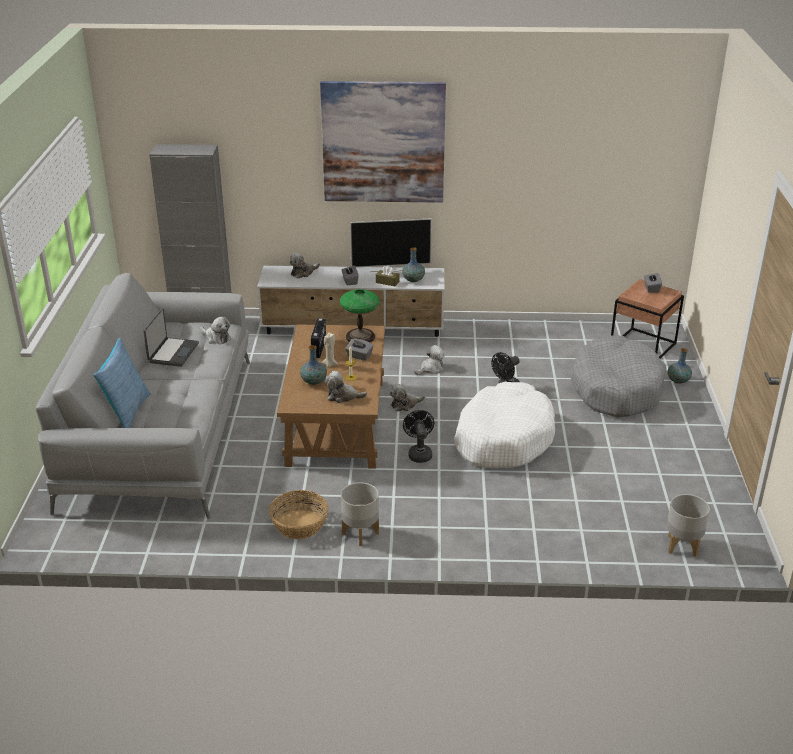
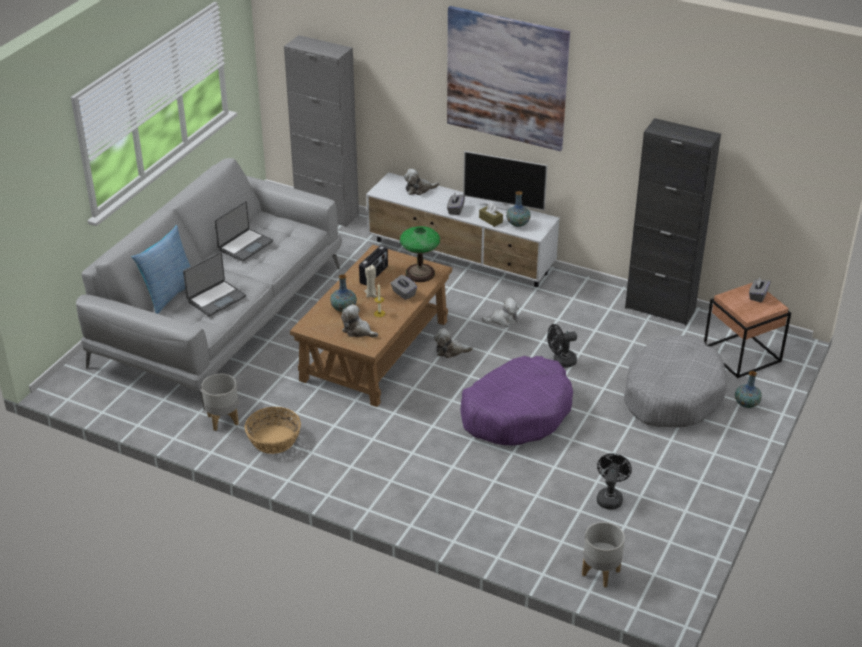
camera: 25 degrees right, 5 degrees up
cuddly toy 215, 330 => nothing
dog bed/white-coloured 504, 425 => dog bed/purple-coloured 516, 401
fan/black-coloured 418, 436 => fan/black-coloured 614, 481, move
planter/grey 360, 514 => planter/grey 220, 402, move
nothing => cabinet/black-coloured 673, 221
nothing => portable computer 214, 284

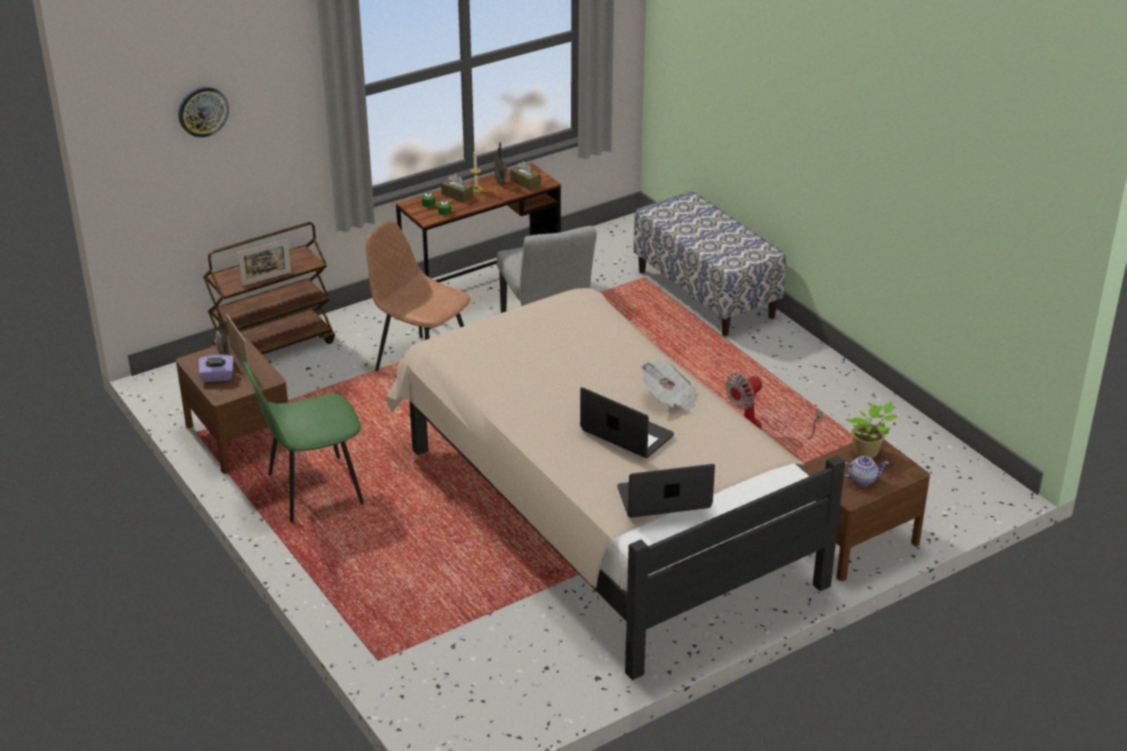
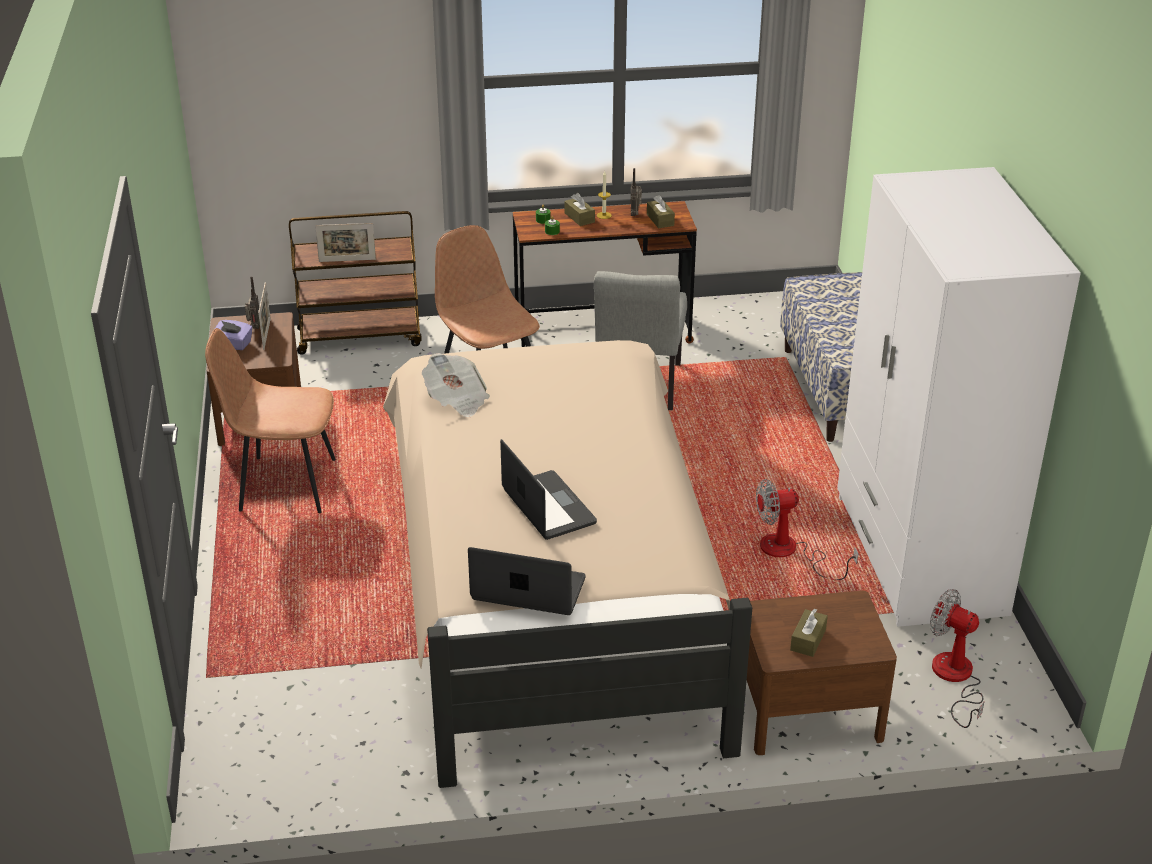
camera: 25 degrees right, 0 degrees up
wall clock 203, 112 => nothing
newspaper 668, 385 => newspaper 456, 385, move
plain chair/greenish 303, 442 => plain chair/brownish 270, 420
houseplant 871, 430 => nothing
pot for tea 866, 471 => box of tissues/brownish 809, 633
nothing => wardrobe/white-coloured 959, 397
nothing => fan 957, 658

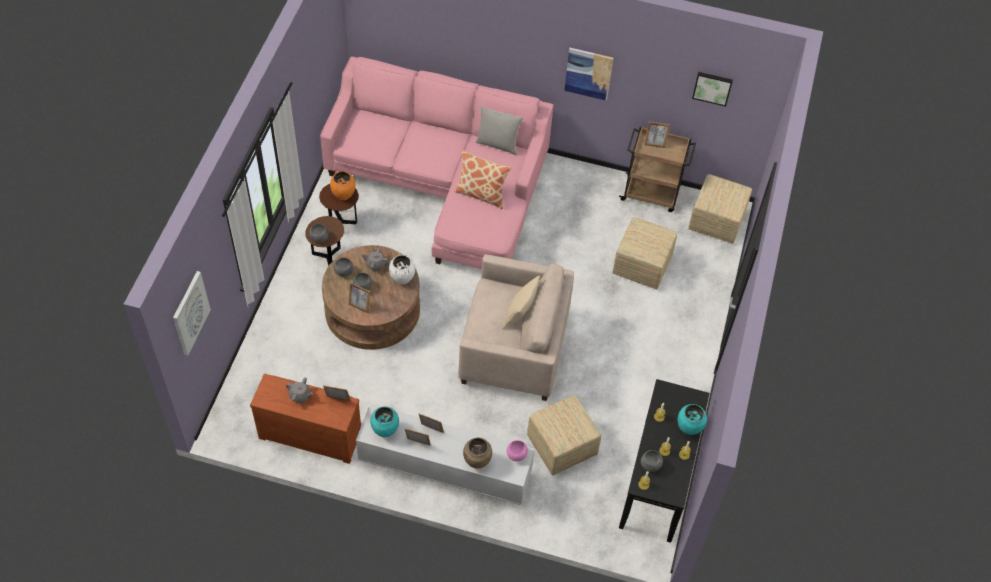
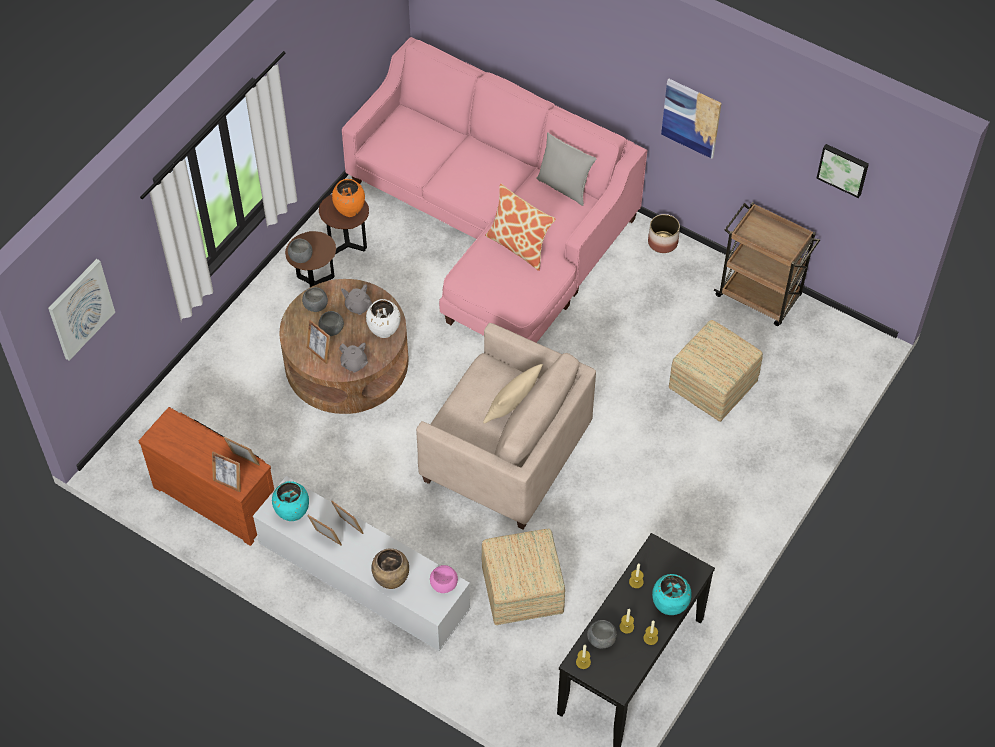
camera: 20 degrees right, 0 degrees up
photo frame 657, 135 => photo frame 226, 471, move
footrest 720, 209 => nothing
pot for tea/grey 299, 390 => pot for tea/grey 353, 357, move
nothing => planter 664, 233

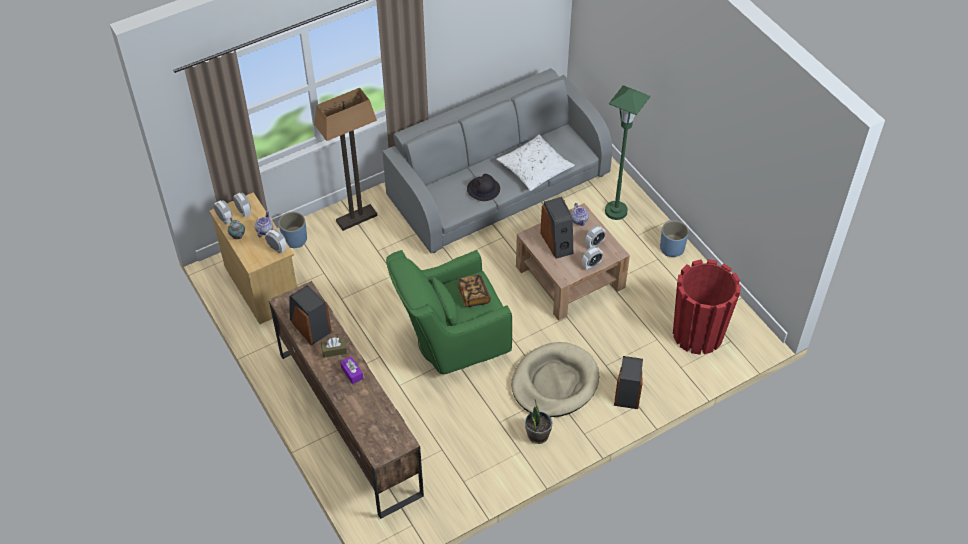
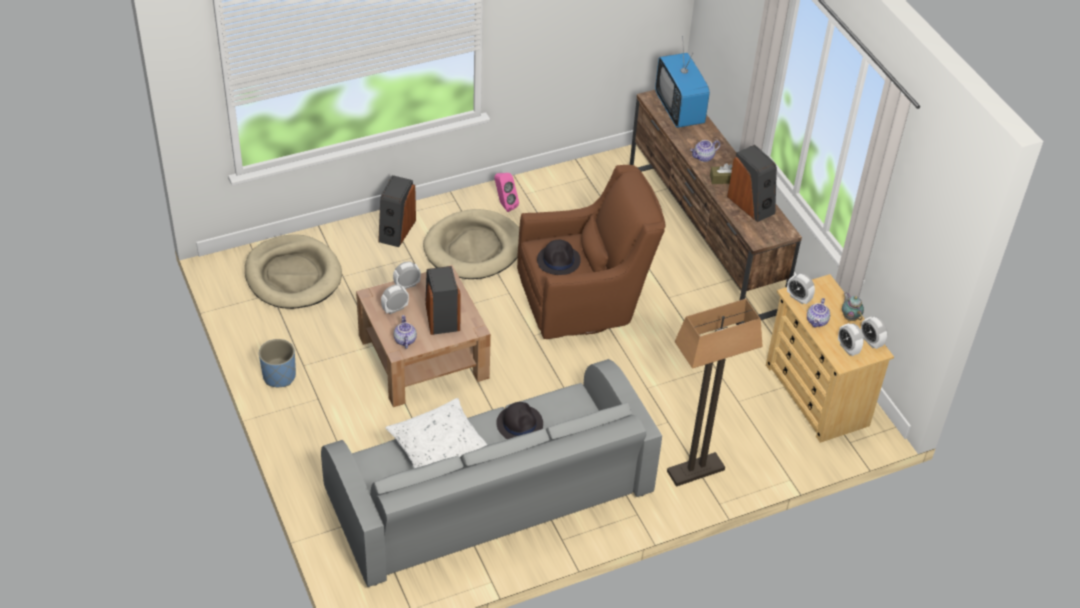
camera: 175 degrees left, 5 degrees down
floor lamp/greenish 628, 152 => nothing
planter/blue-coloured 292, 230 => nothing
armchair/greenish 449, 312 => armchair/brownish 591, 252
planter/reddish 707, 307 => dog bed/beige 293, 271
volume 474, 291 => clothing hat/black-coloured 559, 257
box of tissues/purple-coloured 351, 370 => pot for tea 705, 151
houseplant 538, 422 => loudspeaker/pink 506, 192
nothing => television 682, 82

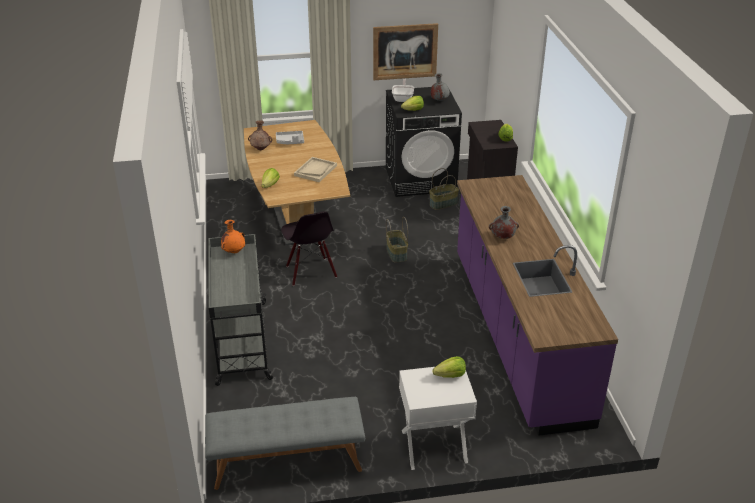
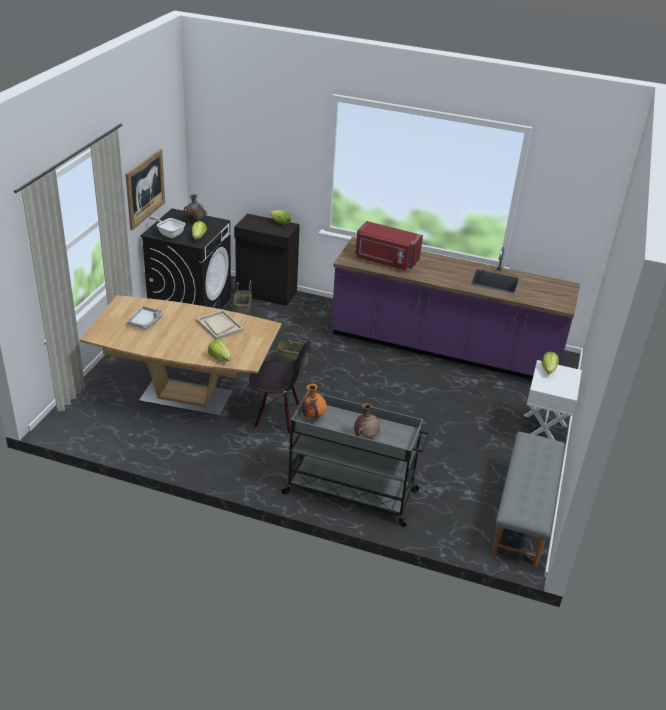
camera: 65 degrees left, 0 degrees up
vase/brownish 260, 135 => vase/brownish 367, 421, move
vase/grey 504, 222 => nothing
nothing => kitchen microwave/reddish 389, 245

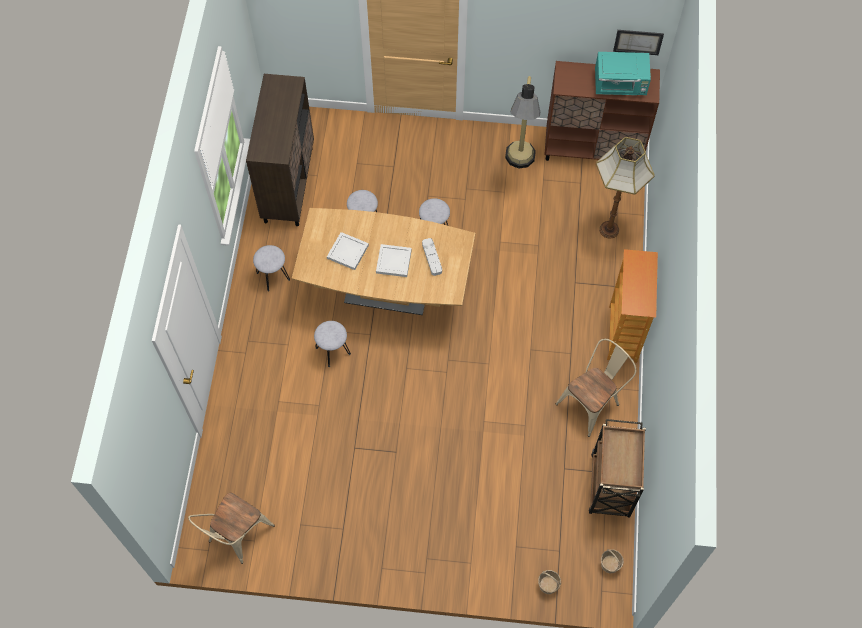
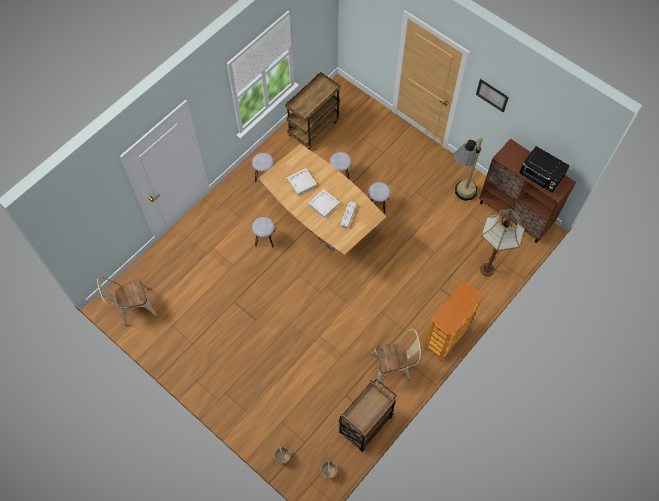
camera: 35 degrees right, 0 degrees up
wall art 638, 42 => wall art 492, 96, move
kitchen microwave/blue-green 623, 73 => kitchen microwave/black-coloured 544, 169
cabinet/brownish 280, 150 => wheeled cart/brownish 313, 110

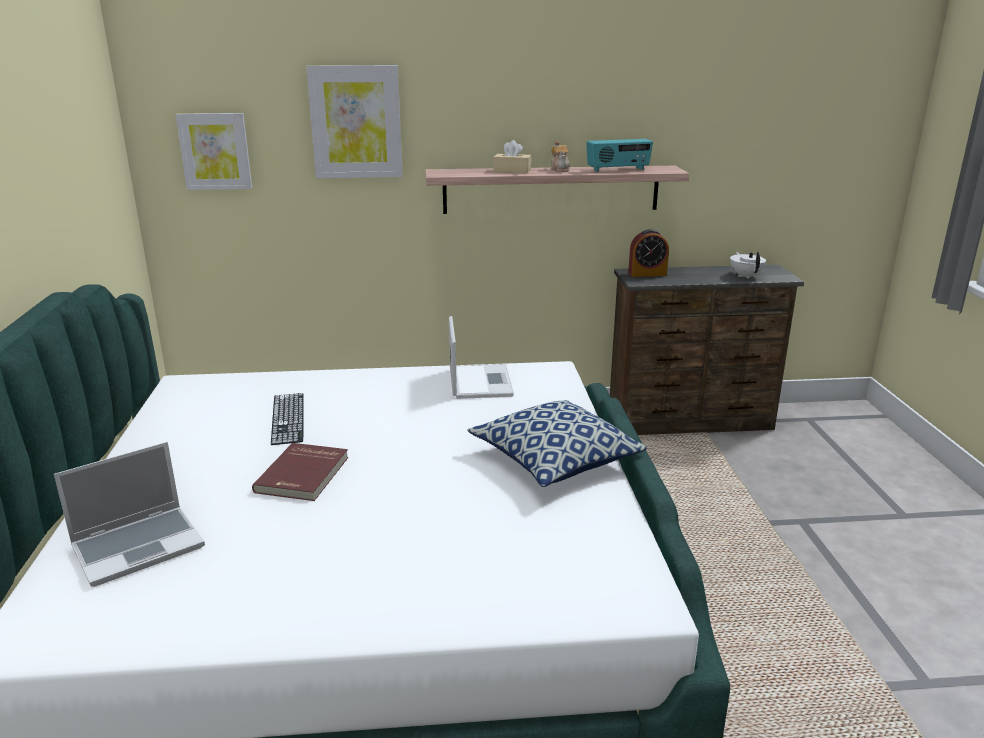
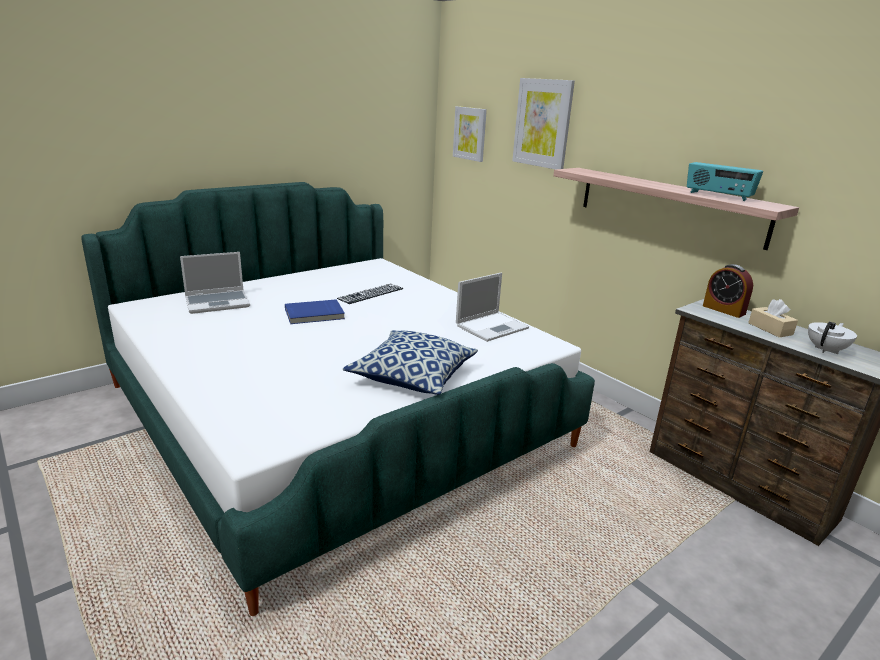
camera: 55 degrees right, 0 degrees up
box of tissues/beige 512, 156 => box of tissues/beige 773, 318, move
pot for tea 560, 156 => nothing
portable computer 129, 514 => portable computer 215, 283, 45 degrees counterclockwise
volume/reddish 300, 472 => volume/blue-coloured 315, 311

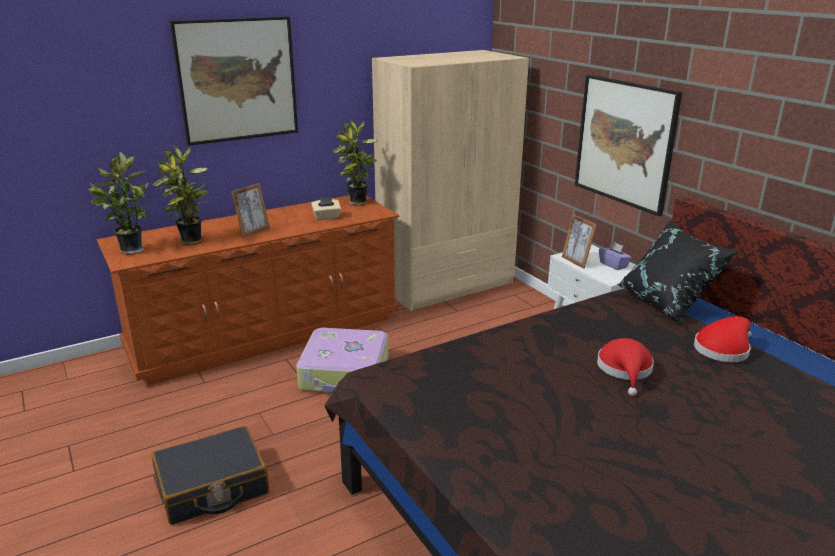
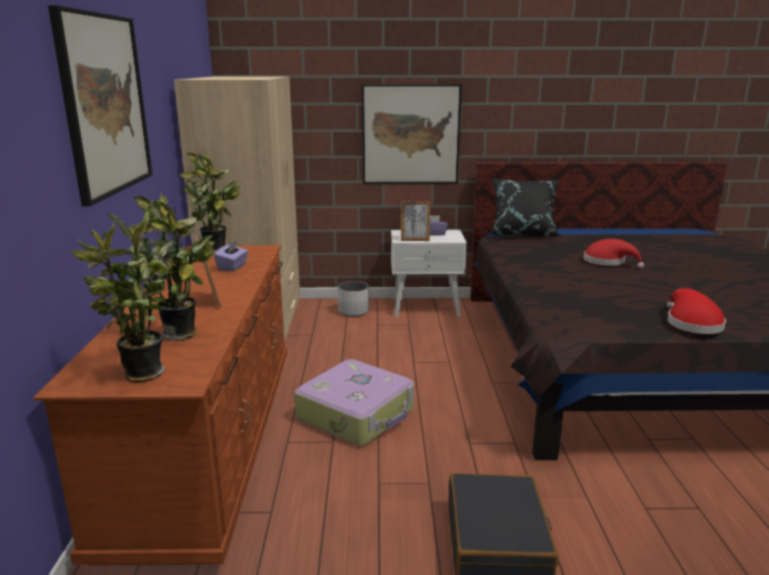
camera: 60 degrees left, 5 degrees down
box of tissues/beige 326, 209 => box of tissues/purple-coloured 231, 255
clothing hat/reddish 723, 339 => clothing hat/reddish 696, 311, move
nothing => planter/white-coloured 353, 299

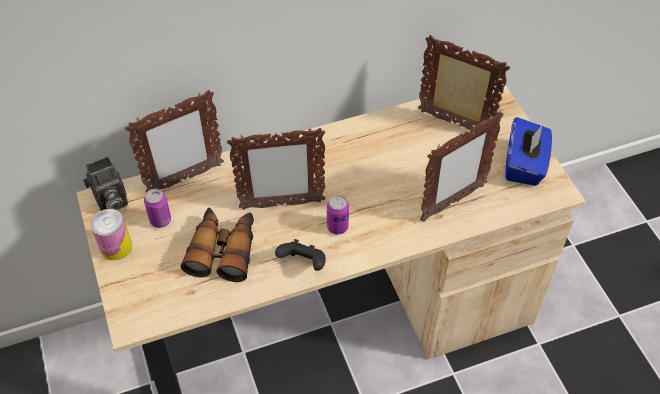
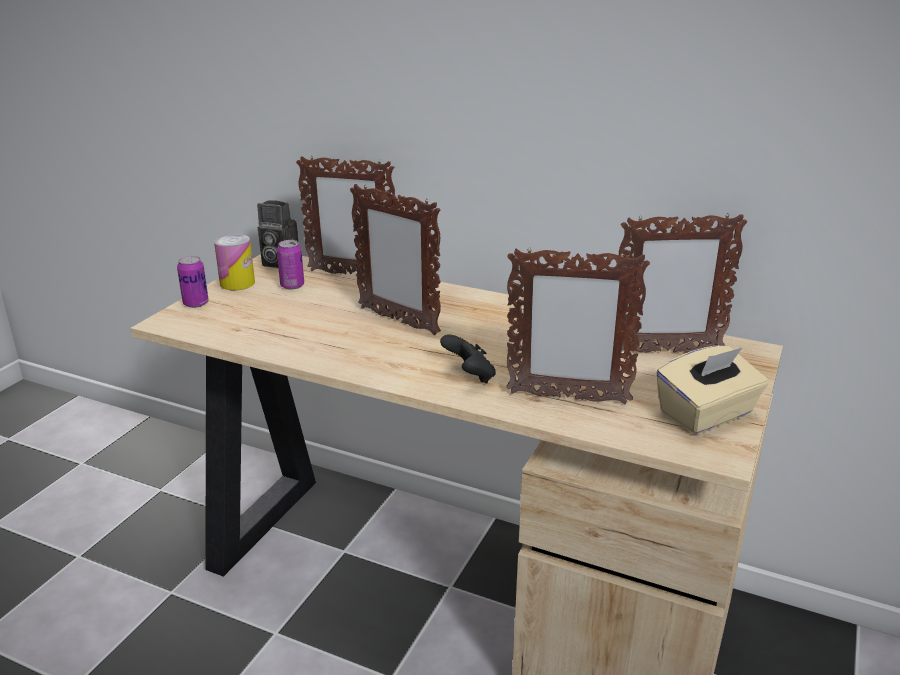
camera: 45 degrees right, 25 degrees down
photo frame 464, 82 => photo frame 683, 283, 105 degrees clockwise
box of tissues/blue-coloured 528, 151 => box of tissues/beige 712, 389
can 338, 215 => can 193, 282, move
pair of binoculars 217, 244 => nothing
game controller/black-coloured 300, 255 => game controller/black-coloured 468, 358, move

